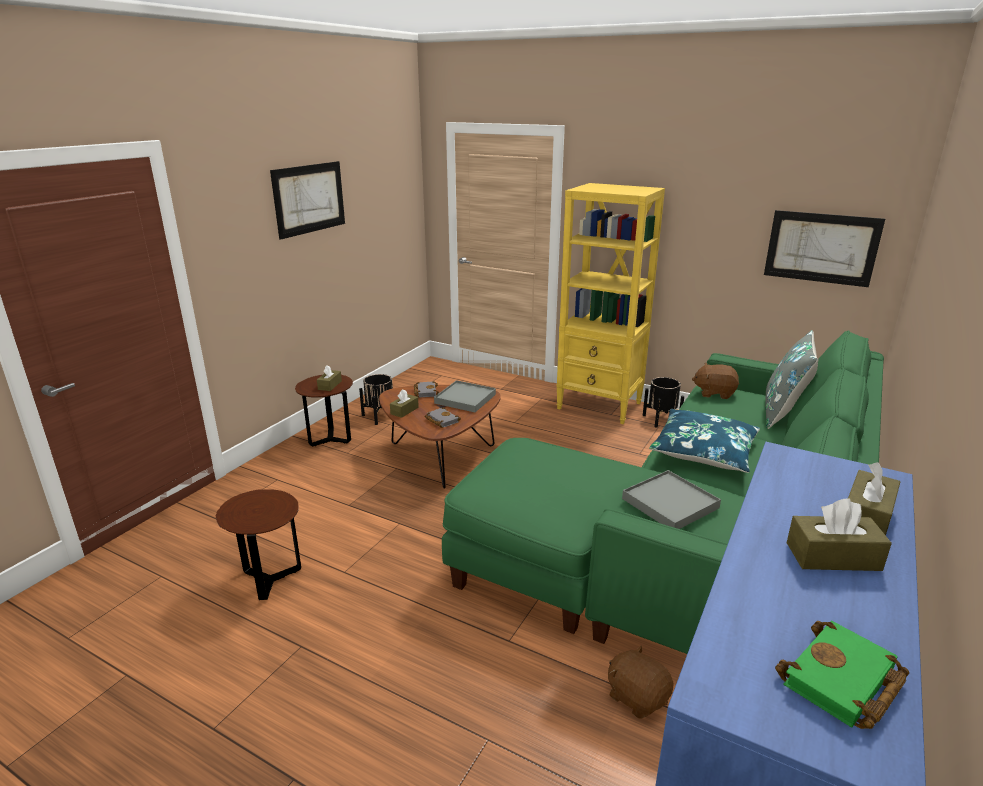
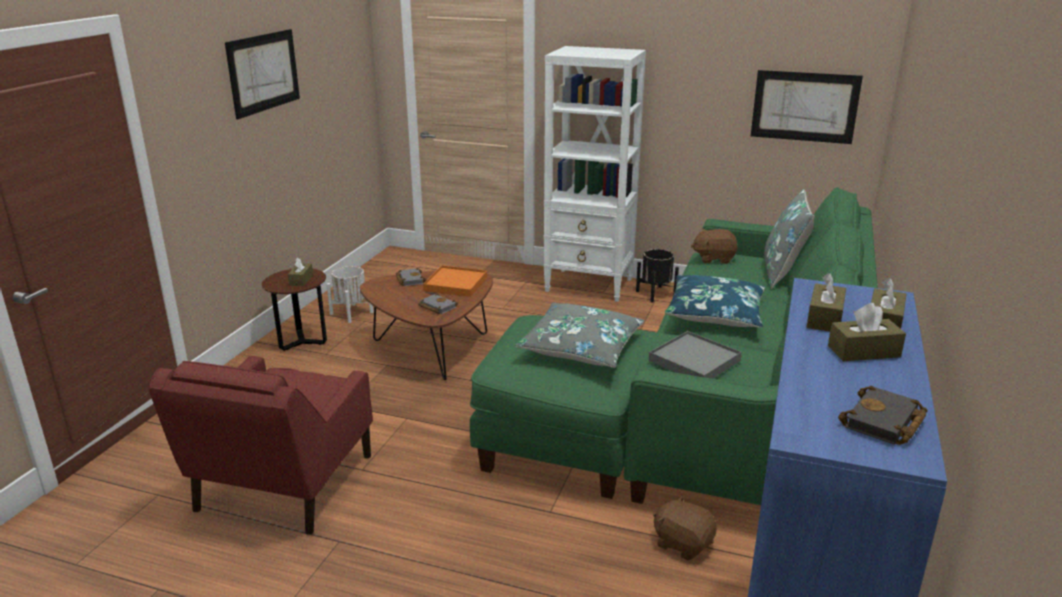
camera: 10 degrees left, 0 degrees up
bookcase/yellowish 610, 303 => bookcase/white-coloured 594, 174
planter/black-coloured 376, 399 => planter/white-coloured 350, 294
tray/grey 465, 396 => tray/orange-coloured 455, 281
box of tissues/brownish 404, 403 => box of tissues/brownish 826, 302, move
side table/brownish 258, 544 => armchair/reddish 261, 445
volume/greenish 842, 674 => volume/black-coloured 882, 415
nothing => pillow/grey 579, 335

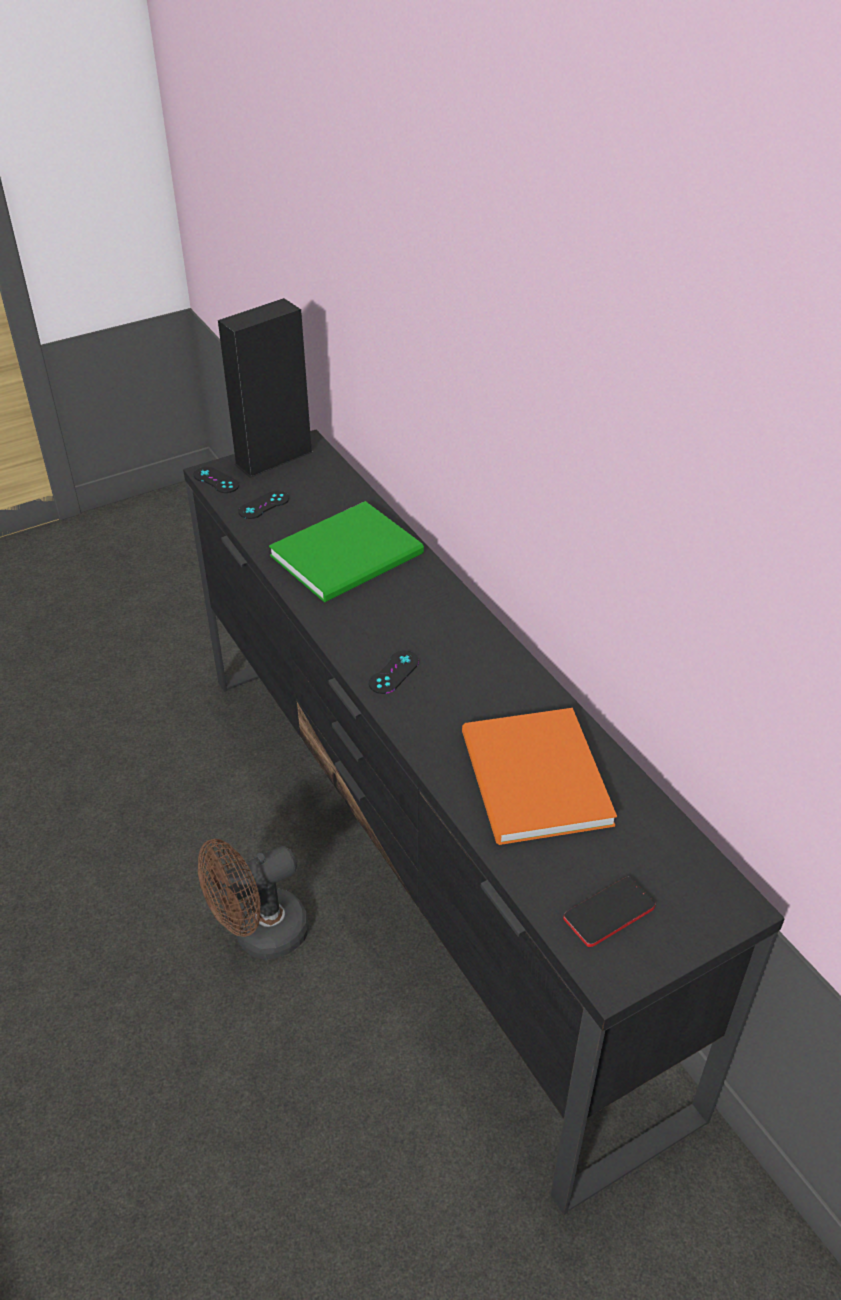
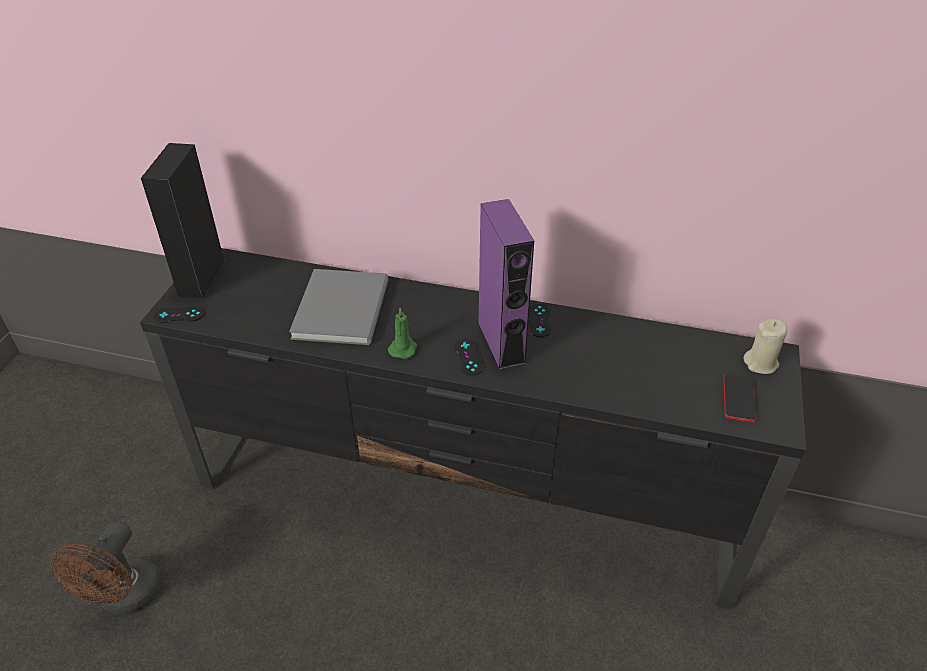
camera: 45 degrees left, 0 degrees up
game controller/black-coloured 263, 505 => game controller/black-coloured 540, 321, move
volume/greenish 346, 552 => volume/grey 339, 307
volume/orange-coloured 539, 776 => nothing
fan/brownish 253, 899 => fan/brownish 105, 568, move
nothing => loudspeaker/purple-coloured 506, 284
nothing => wax candle/greenish 402, 333
nothing => wax candle/beige 765, 346

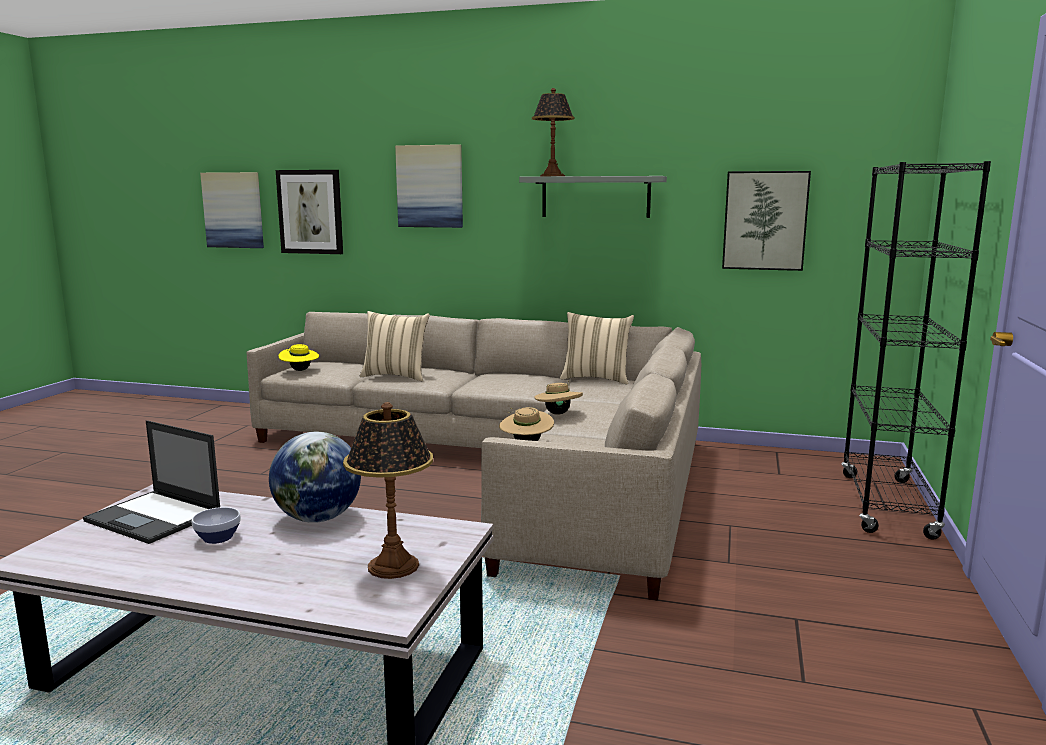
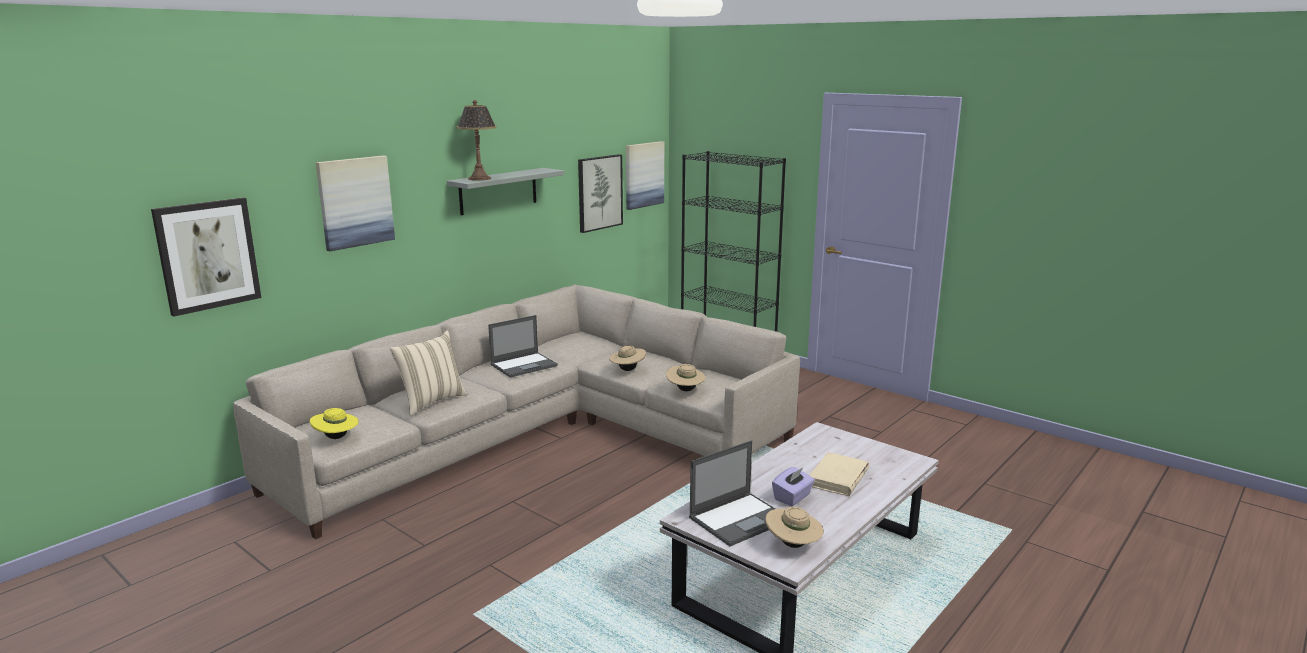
camera: 65 degrees left, 5 degrees up
wall art 232, 210 => wall art 645, 175, move
pillow/beige 597, 348 => nothing
lamp for a table 388, 490 => nothing
globe 315, 477 => nothing
deep dish 216, 525 => box of tissues/purple-coloured 793, 486
nothing => portable computer 523, 346
nothing => volume/beige 839, 474
nothing => clothing hat/beige 795, 527

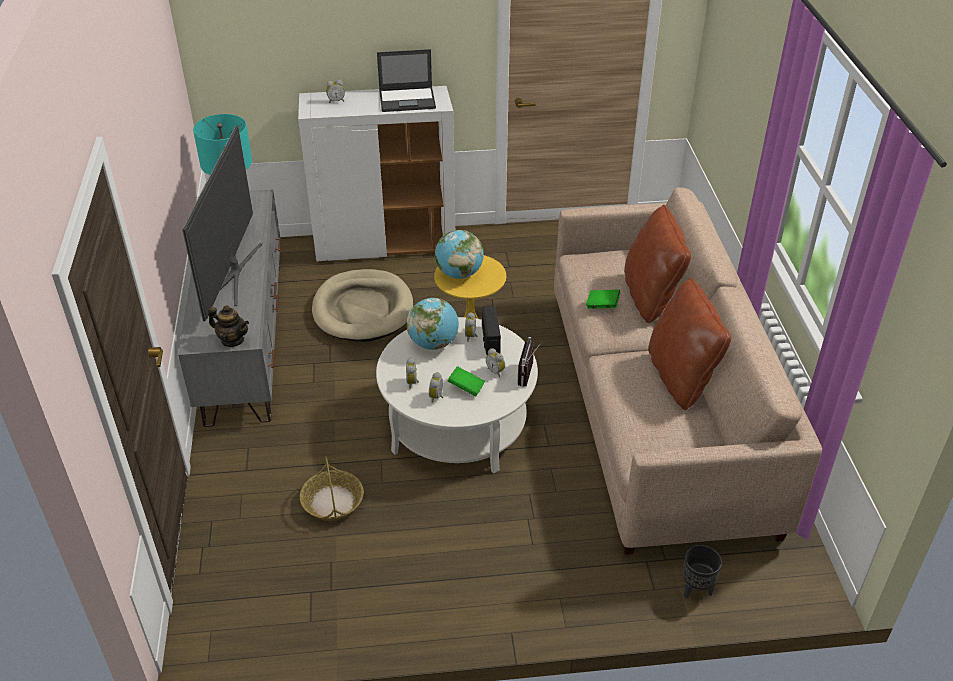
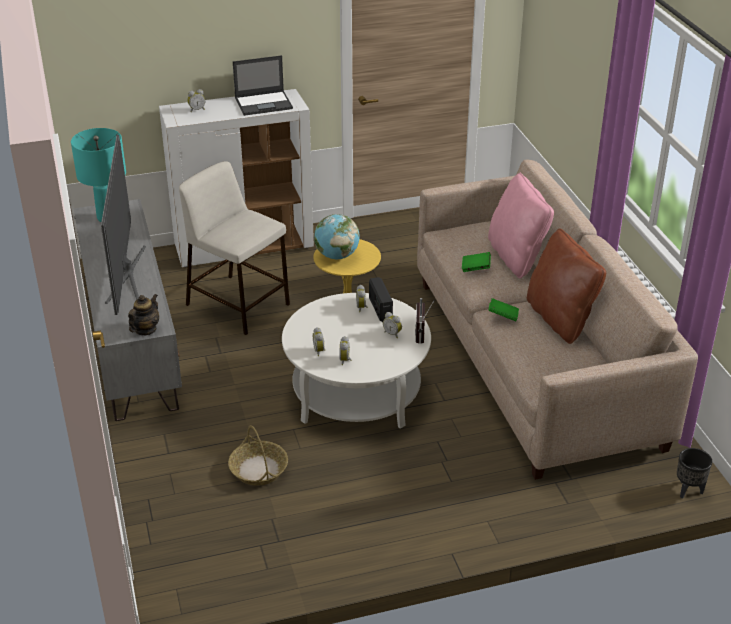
camera: 10 degrees left, 5 degrees down
pillow/brownish 657, 264 => pillow/pink 521, 225
dog bed/beige 362, 305 => stool/beige 234, 248
globe 433, 324 => nothing
pot for tea 228, 326 => pot for tea 143, 314, 75 degrees counterclockwise
volume/greenish 466, 381 => volume/greenish 503, 309, move
planter/black-coloured 702, 572 => planter/black-coloured 694, 473, move

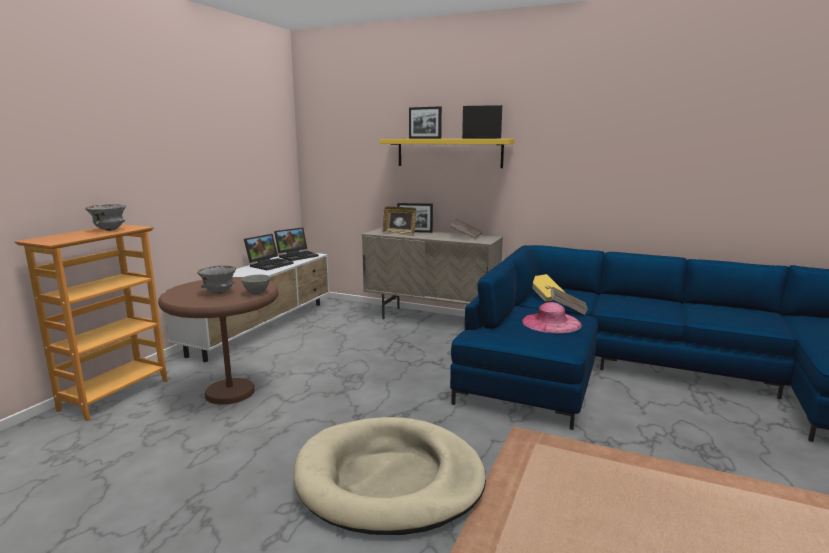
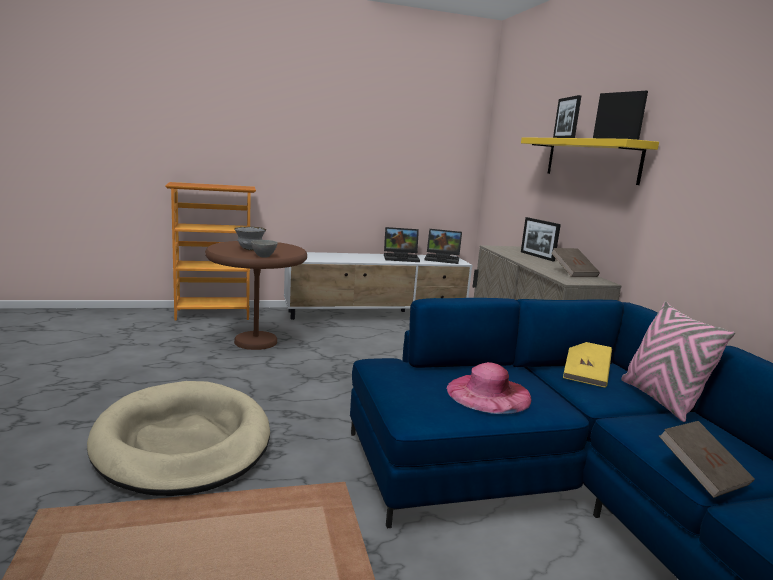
camera: 50 degrees right, 0 degrees up
deep dish/grey 105, 217 => nothing
photo frame 399, 220 => nothing
volume/brownish 569, 301 => volume/brownish 707, 459, move
nothing => pillow/pink 678, 361

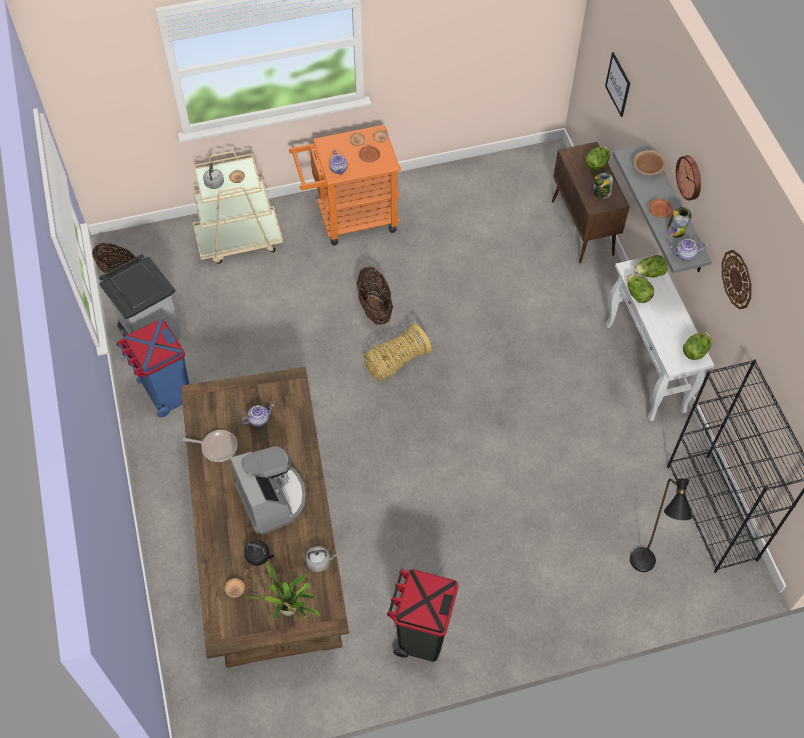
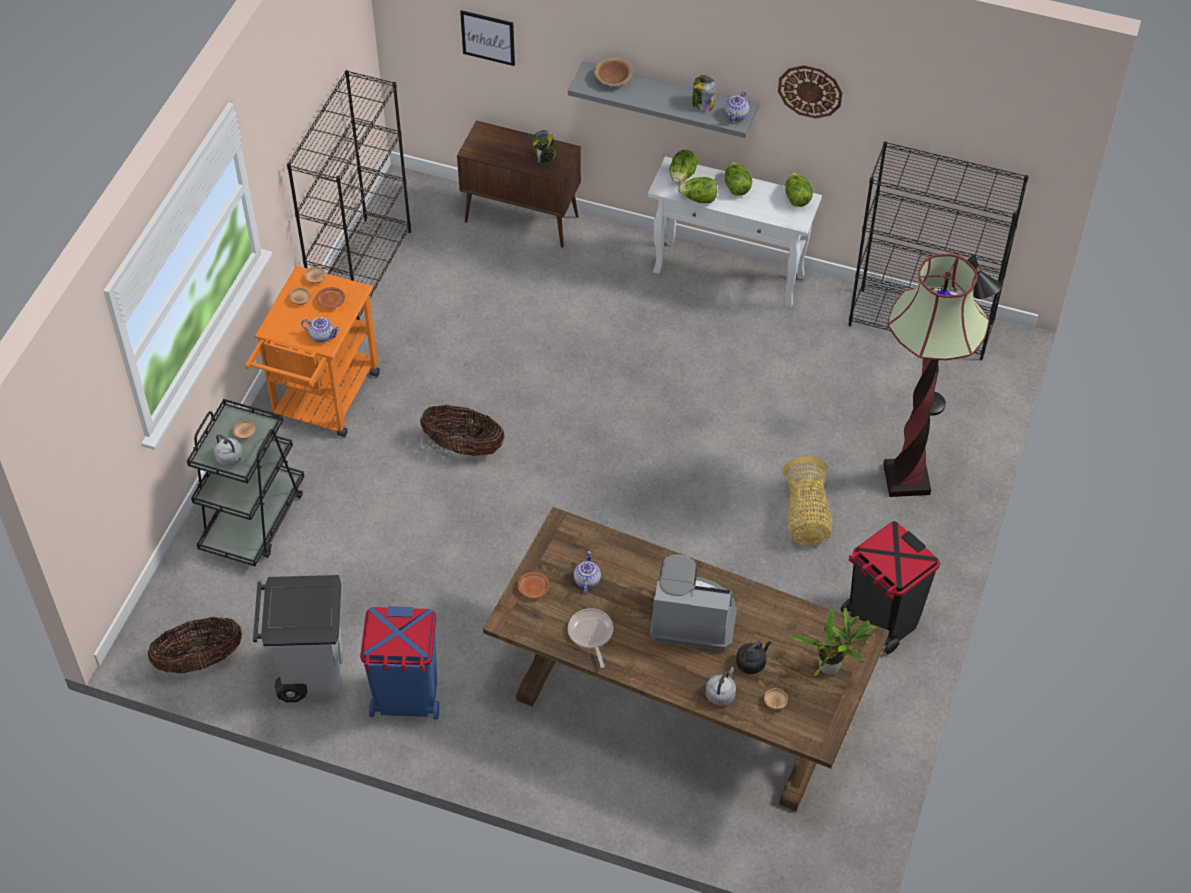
camera: 55 degrees left, 5 degrees down
lettuce head 597, 159 => lettuce head 738, 179, move
wheeled cart/beige 238, 207 => wheeled cart/black-coloured 246, 482
wall clock 688, 177 => nothing
dinner plate/brownish 660, 208 => dinner plate/brownish 533, 585, move
storage basket 397, 352 => storage basket 807, 501, move
skillet 210, 446 => skillet 591, 638, 60 degrees counterclockwise
tea kettle/grey 321, 559 => tea kettle/grey 721, 686, move
nothing => bookcase/black-coloured 349, 195
nothing => floor lamp 936, 375

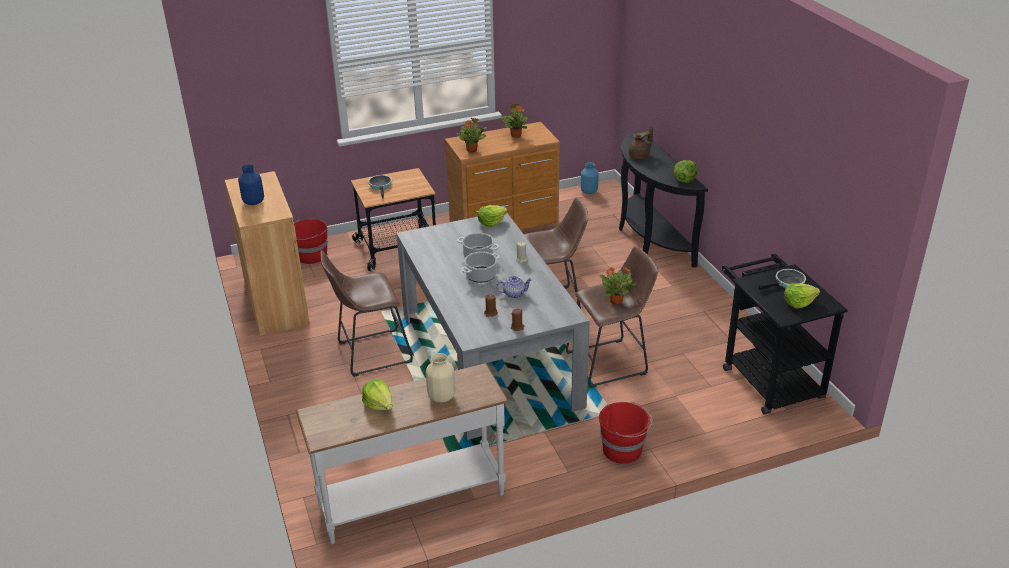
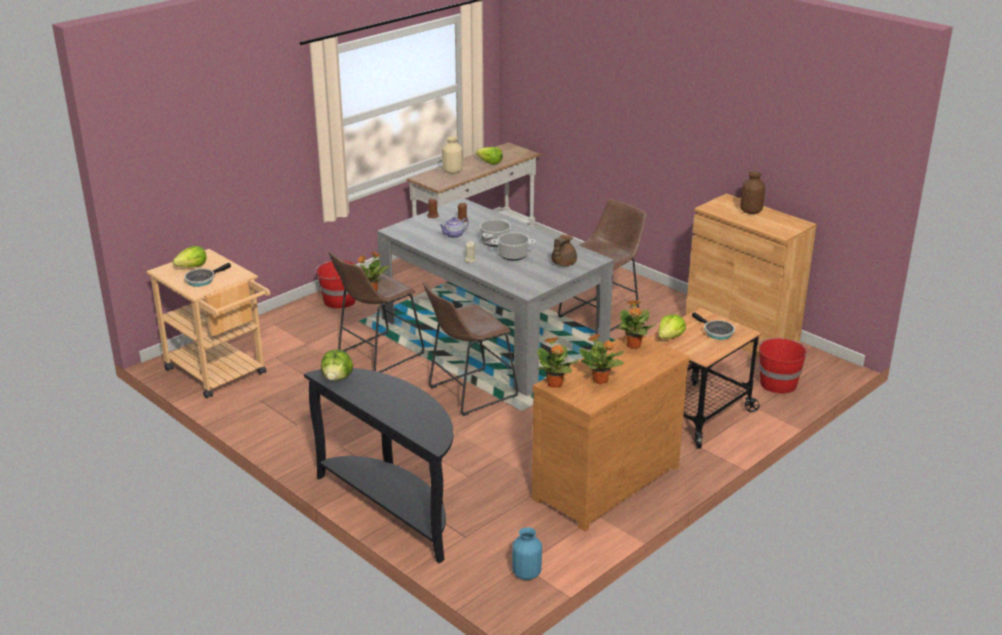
camera: 155 degrees right, 5 degrees down
pot for tea/brownish 641, 142 => pot for tea/brownish 564, 250, move
vase/blue-coloured 251, 184 => vase/brownish 752, 193
lettuce head 492, 216 => lettuce head 672, 327, move
wheeled cart/black-coloured 785, 334 => wheeled cart/beige 208, 324
nothing => houseplant 557, 362

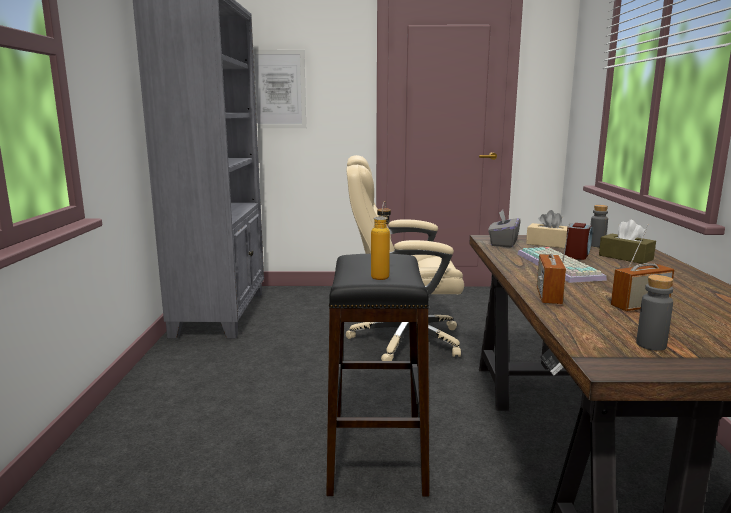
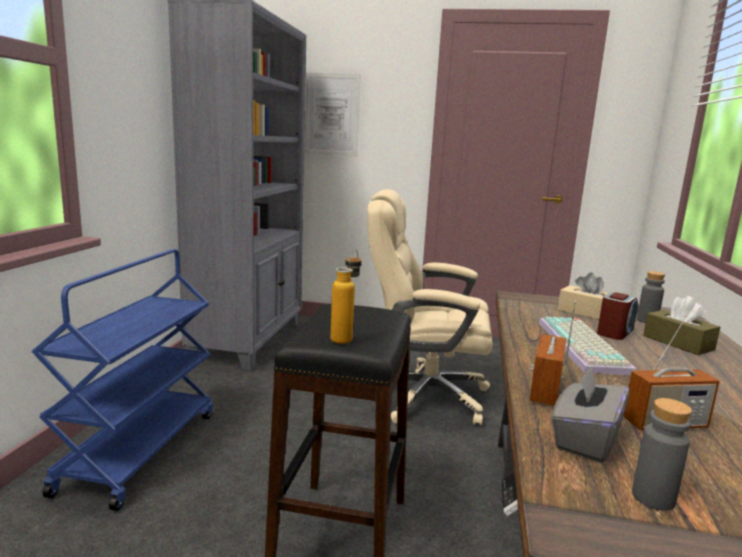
camera: 10 degrees right, 0 degrees up
box of tissues/grey 504, 229 => box of tissues/grey 590, 414, move
nothing => wheeled cart/blue-coloured 122, 380

